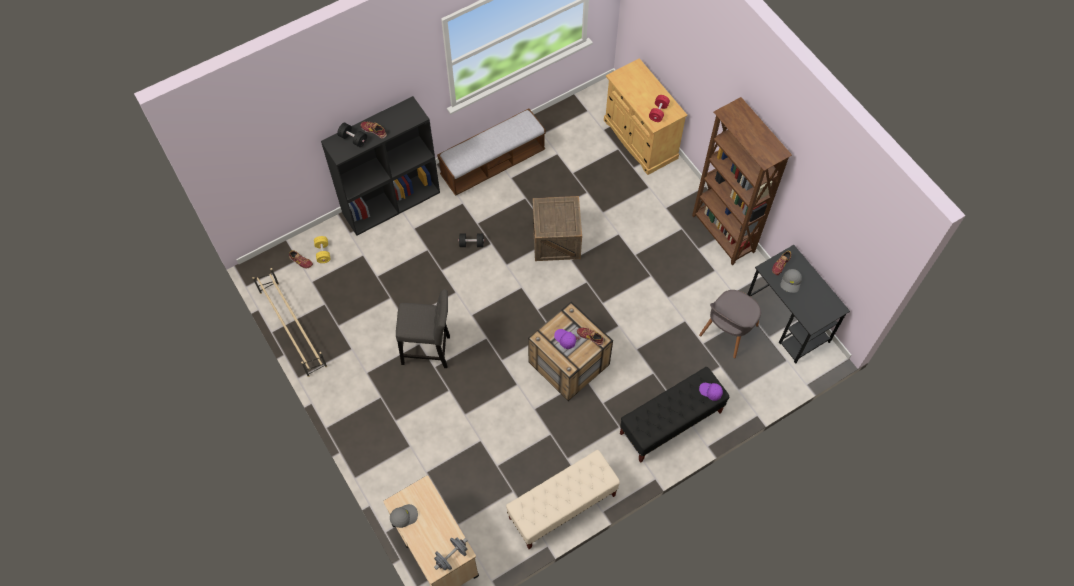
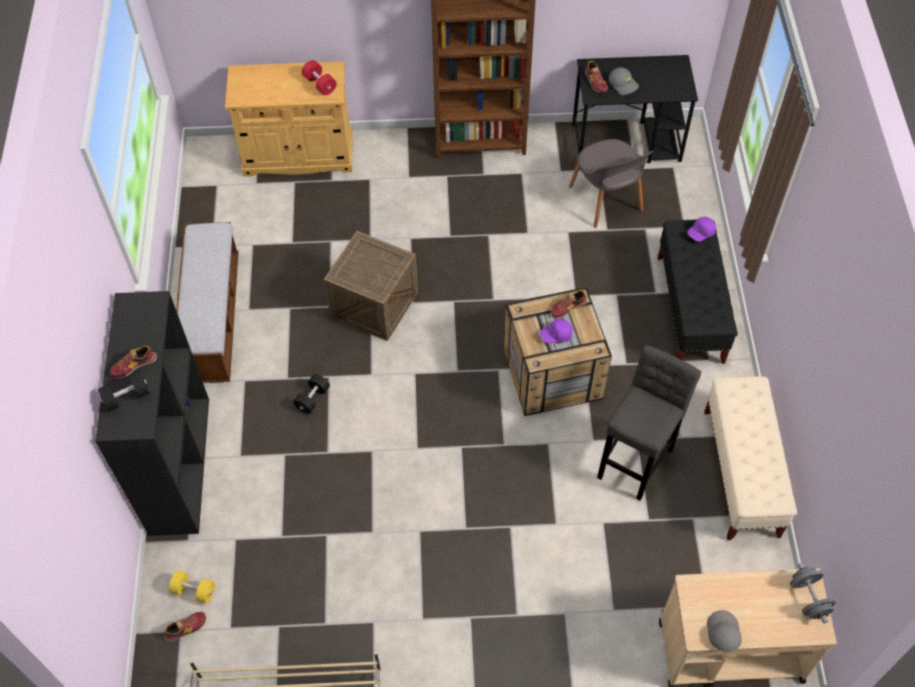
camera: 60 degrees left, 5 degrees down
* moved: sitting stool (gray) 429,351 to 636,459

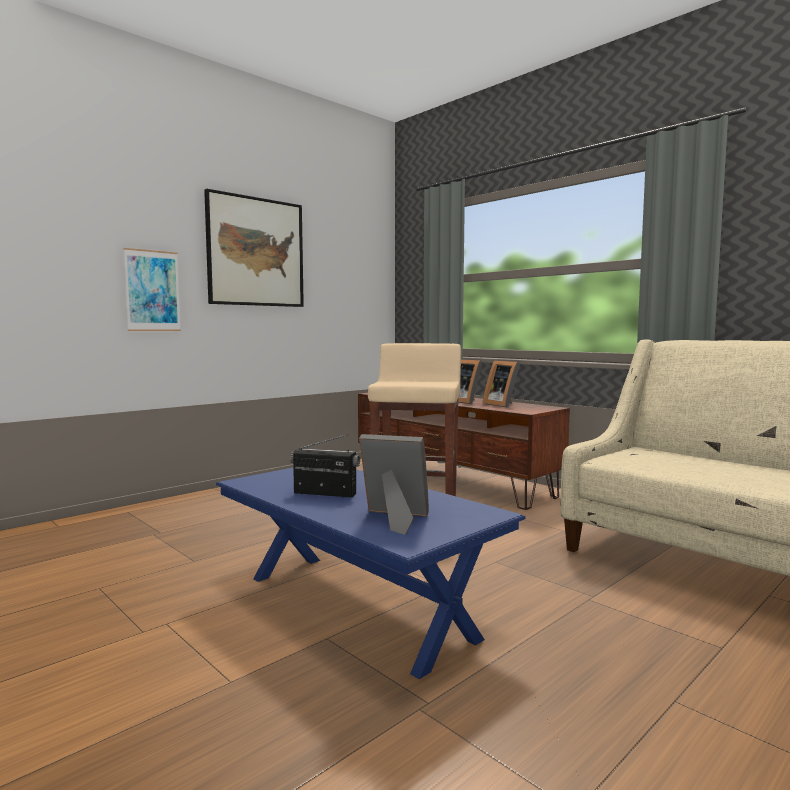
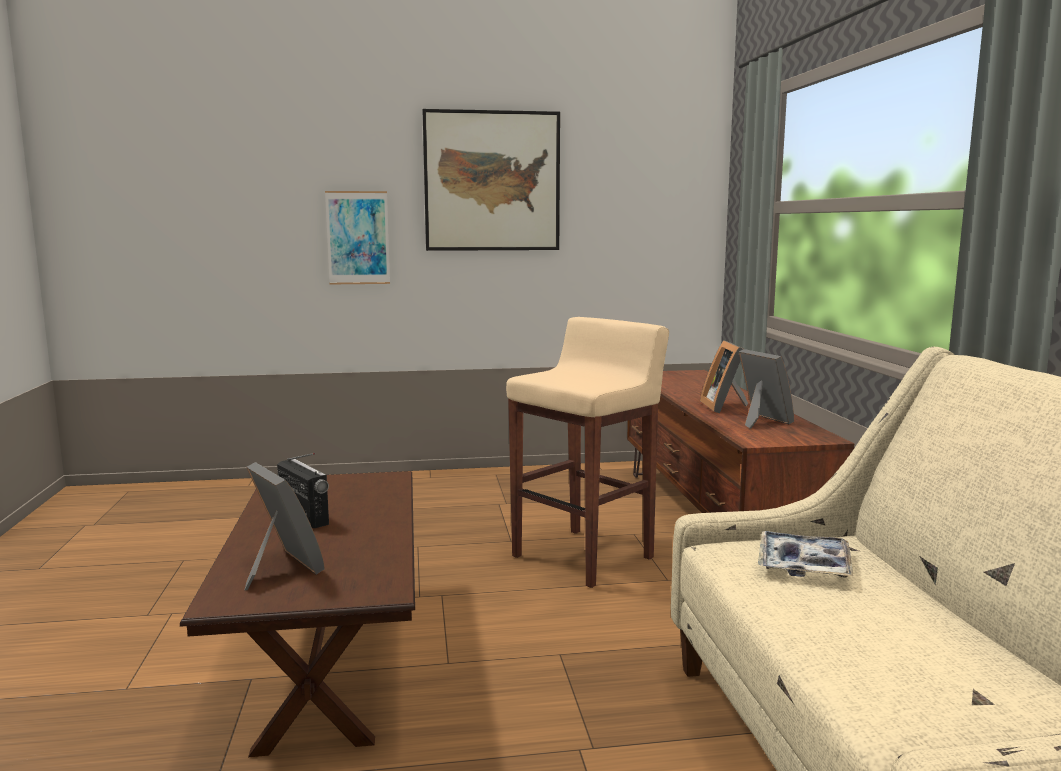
camera: 35 degrees right, 5 degrees up
* turned: standing frame 502,405 = 760,421 150 degrees clockwise
* recoloured: coffee table (blue-coloured) 355,606 to coffee table (brown) 328,654
* added: serving tray 803,564

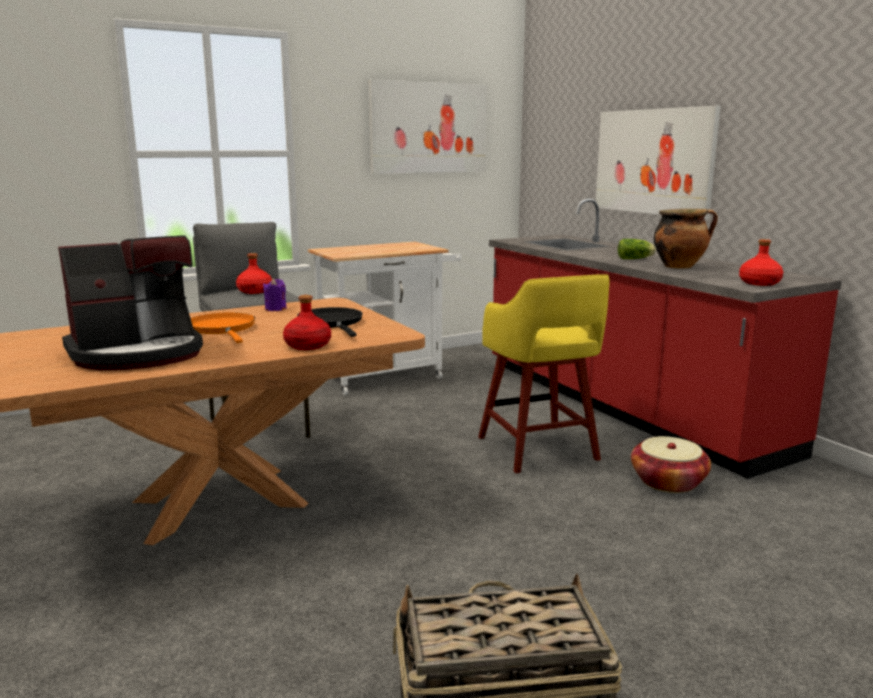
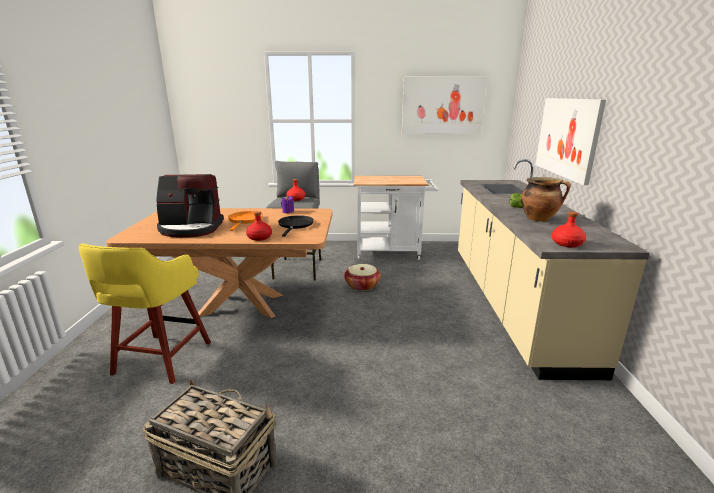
camera: 30 degrees right, 5 degrees up
* recoloured: kitchen counter (red) 623,406 to kitchen counter (beige) 512,303
* moved: sitting stool (yellowish) 538,450 to 161,359
* moved: basket 668,482 to 362,285

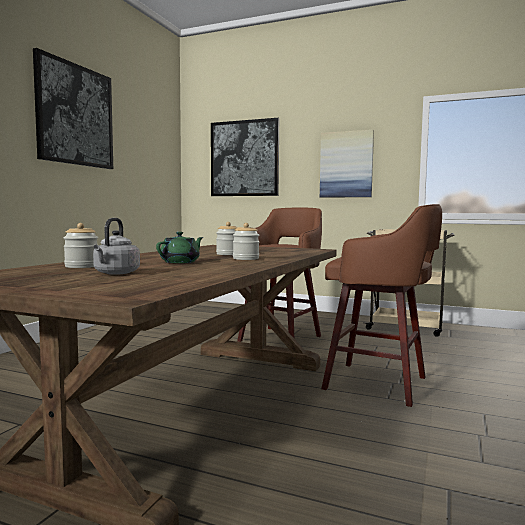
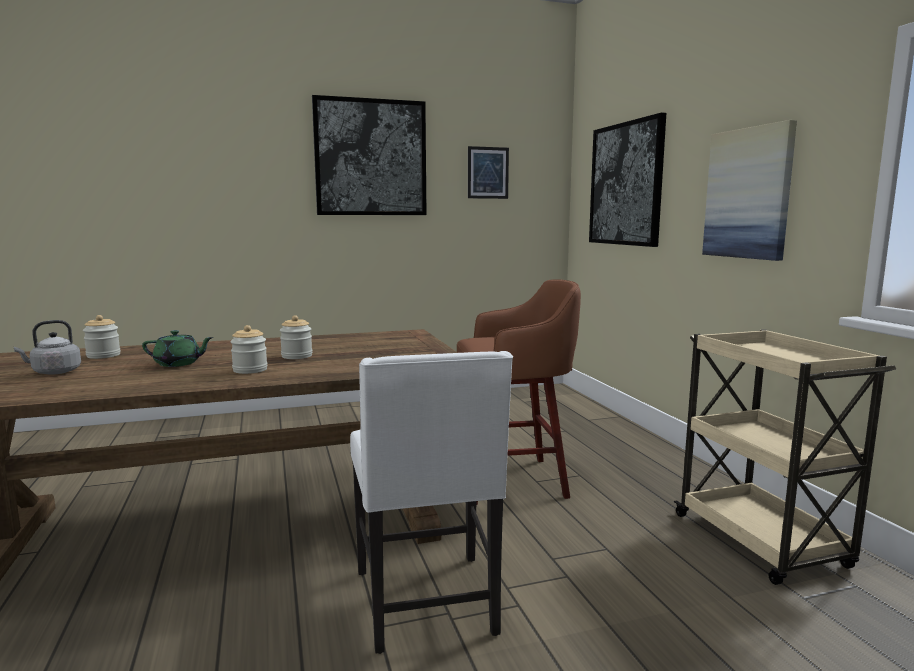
camera: 50 degrees right, 5 degrees up
* replaced: sitting stool (brown) 379,384 to upright chair (white-coloured) 428,603
* added: picture 488,173

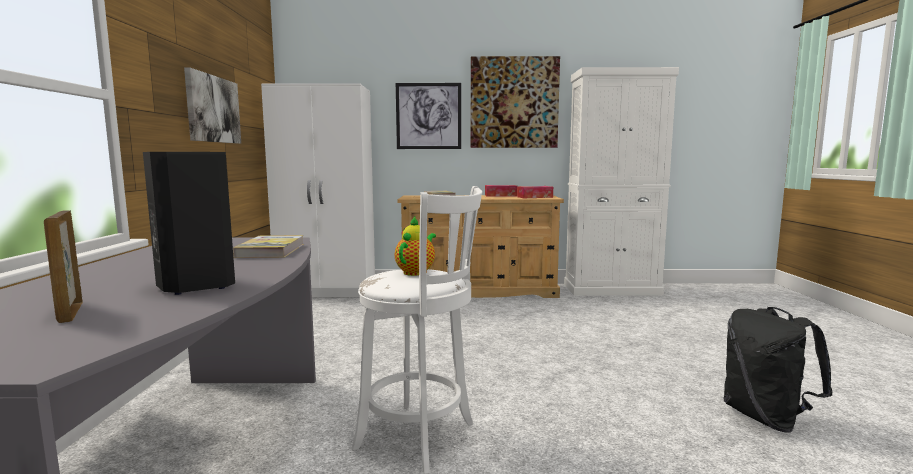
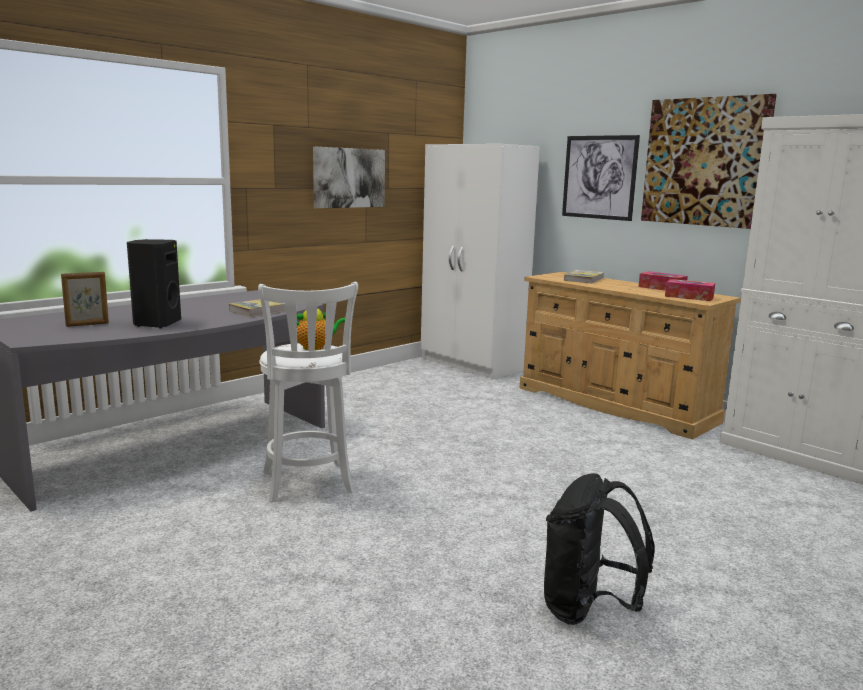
camera: 45 degrees right, 5 degrees up
* turned: standing frame 70,312 = 87,324 135 degrees counterclockwise

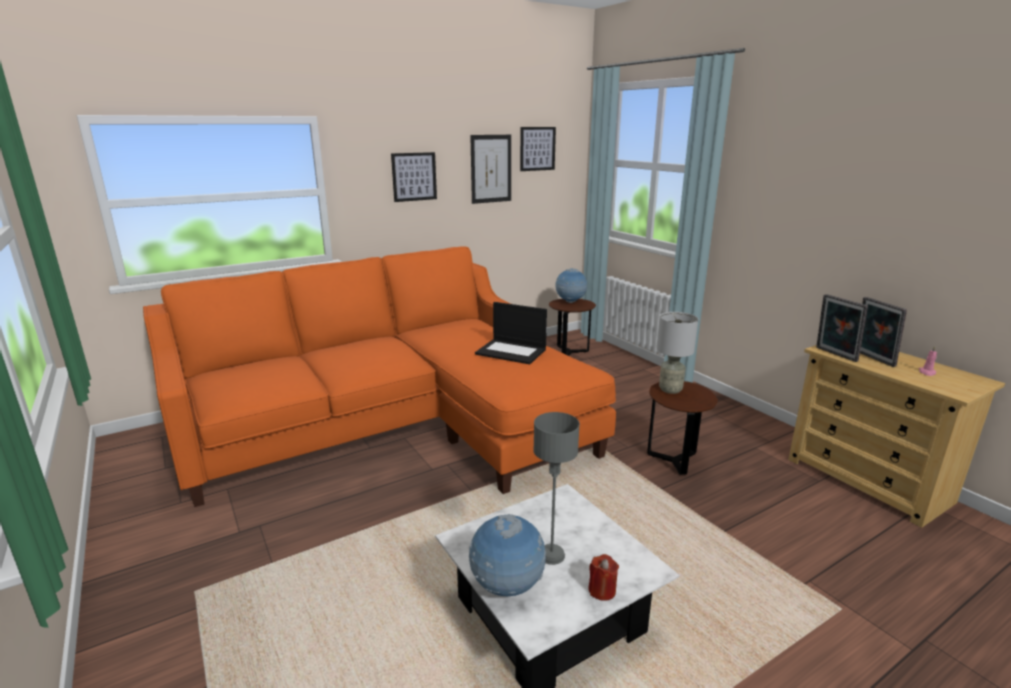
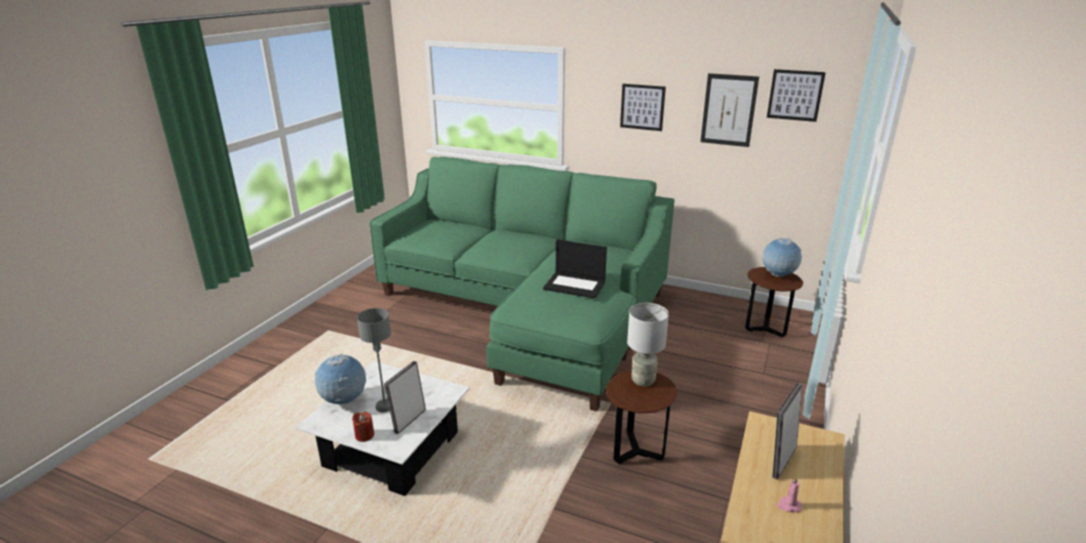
camera: 55 degrees right, 5 degrees up
* recoloured: settee (orange-coloured) 395,426 to settee (greenish) 529,309
* moved: standing frame 834,354 to 408,420
* turned: portable computer 512,351 = 575,285 60 degrees counterclockwise

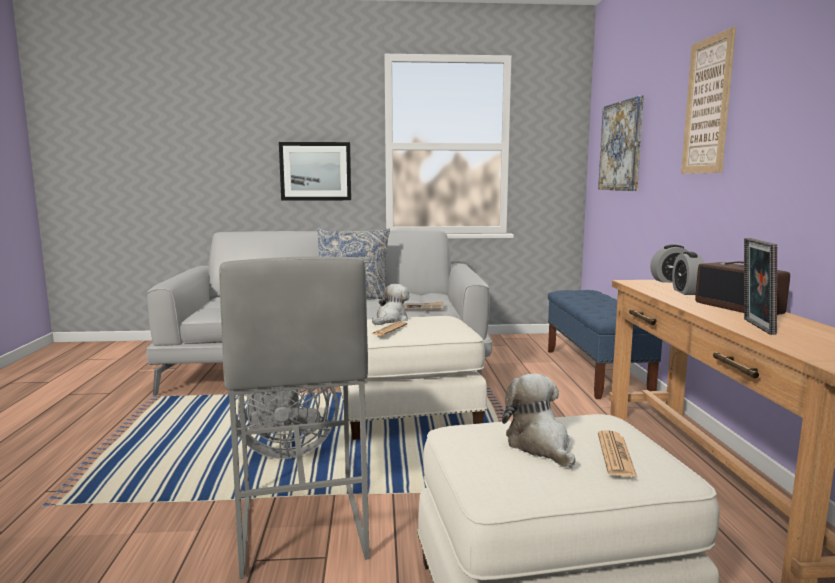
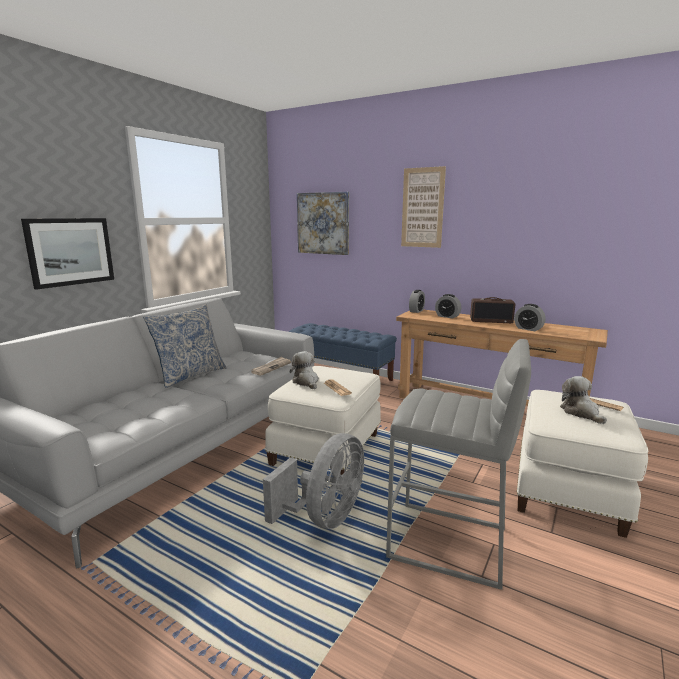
camera: 55 degrees left, 5 degrees up
* replaced: standing frame 754,326 to bedside clock 528,329
* turned: plush toy 539,445 = 581,413 60 degrees clockwise

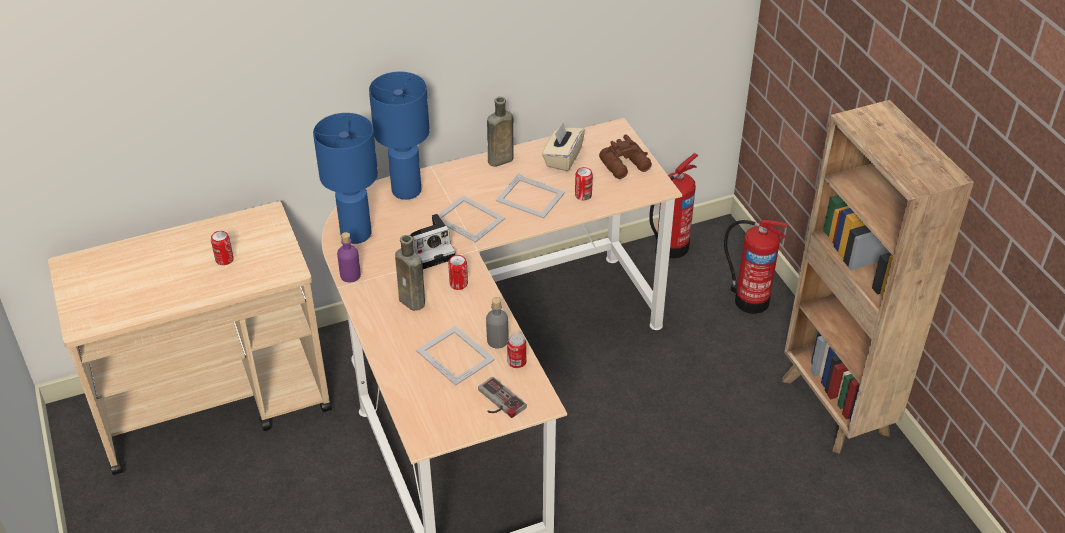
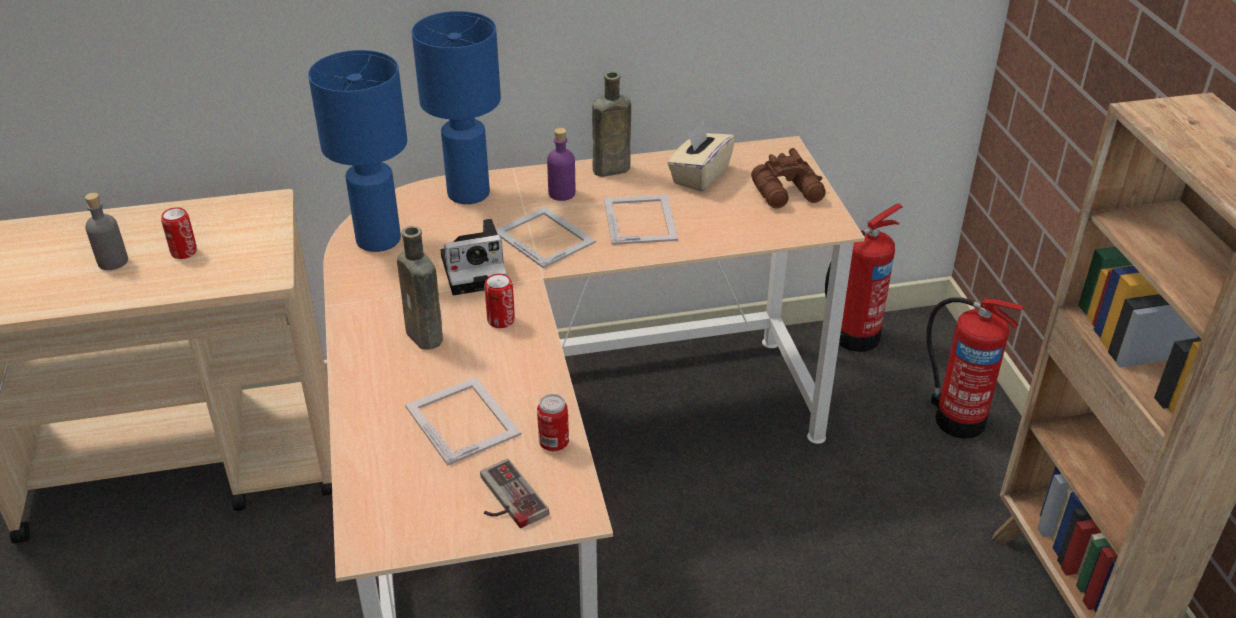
camera: 10 degrees right, 5 degrees down
* removed: sealed can 583,195
* turned: standing frame 530,197 = 640,219 135 degrees counterclockwise
* moved: bottle (purplish) 350,275 to 562,193
* moved: bottle (gray) 497,340 to 112,261

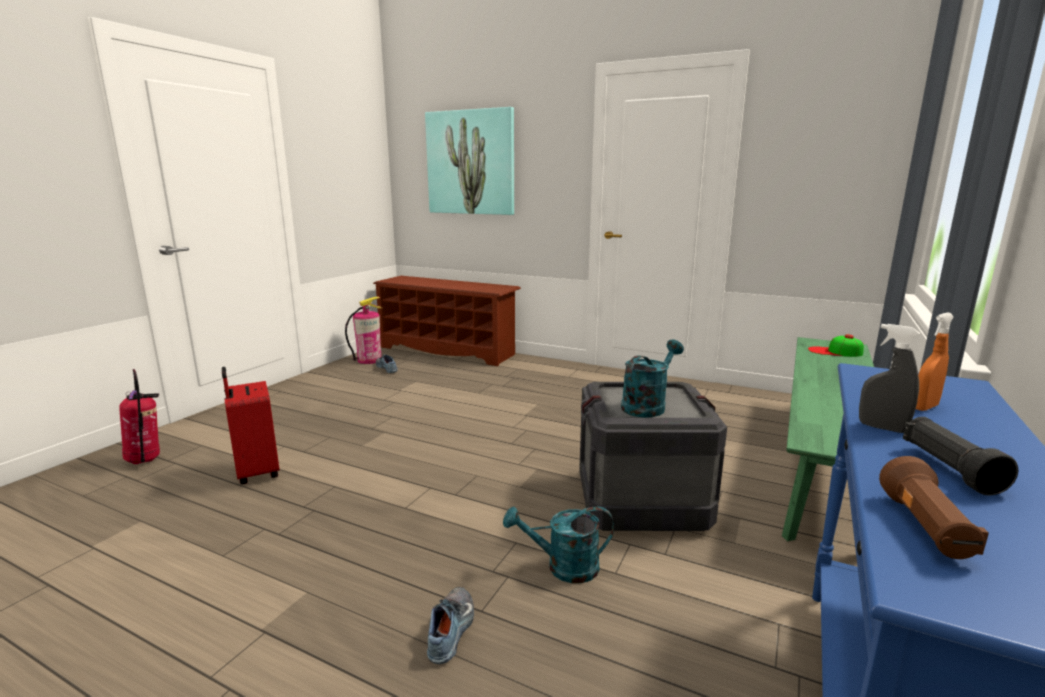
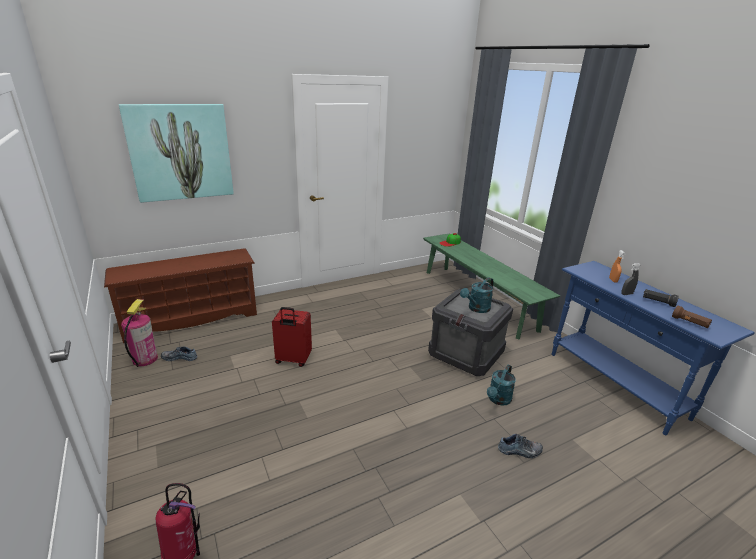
camera: 55 degrees left, 10 degrees up
* turned: sprinkling can (turquoise) 647,405 = 476,309 120 degrees counterclockwise
* moved: suitcase (red) 256,472 to 293,360
* turned: shoe 452,630 = 520,451 135 degrees clockwise

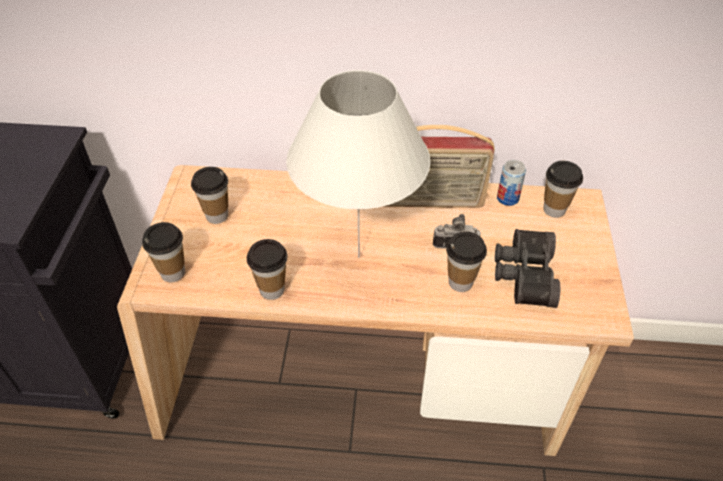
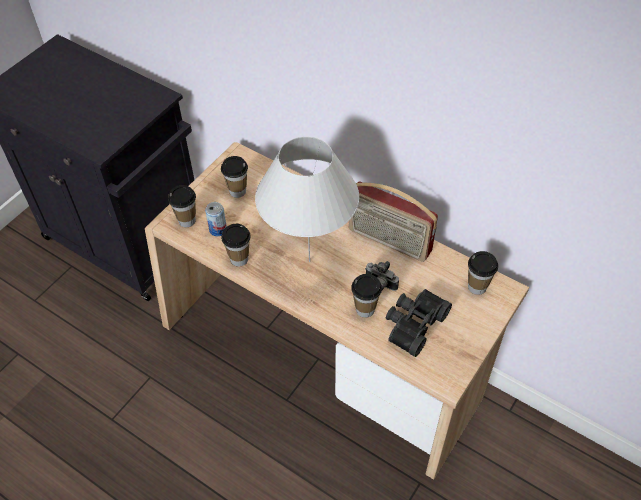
camera: 30 degrees right, 5 degrees up
* moved: sealed can 507,198 to 218,230

